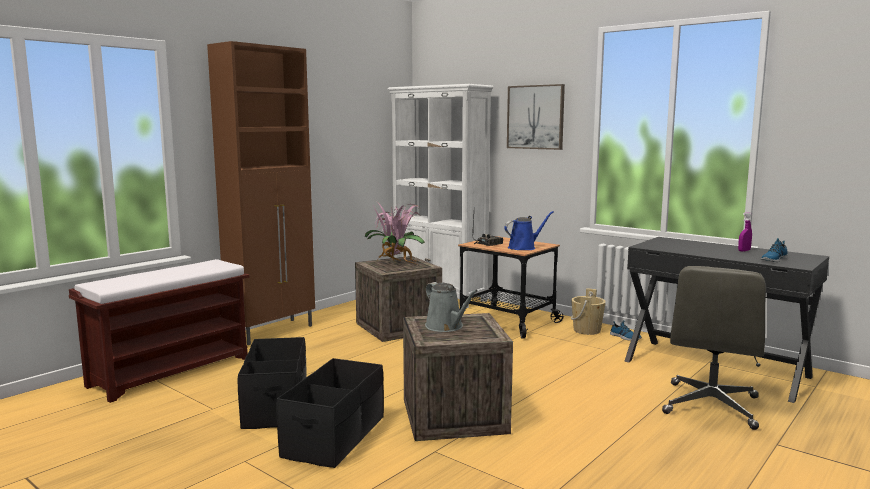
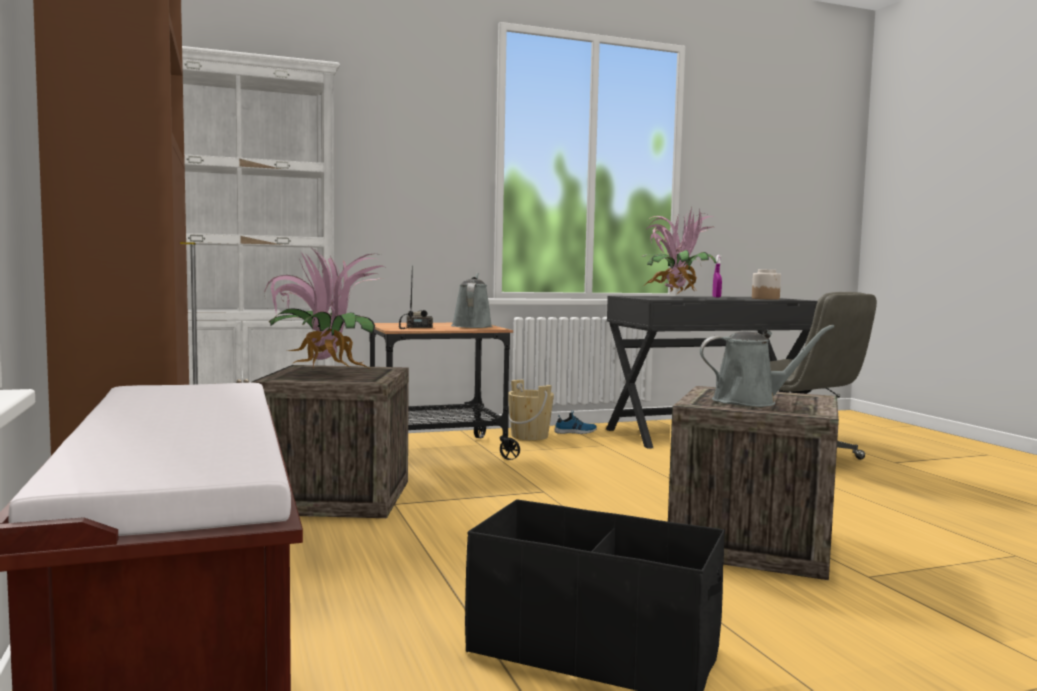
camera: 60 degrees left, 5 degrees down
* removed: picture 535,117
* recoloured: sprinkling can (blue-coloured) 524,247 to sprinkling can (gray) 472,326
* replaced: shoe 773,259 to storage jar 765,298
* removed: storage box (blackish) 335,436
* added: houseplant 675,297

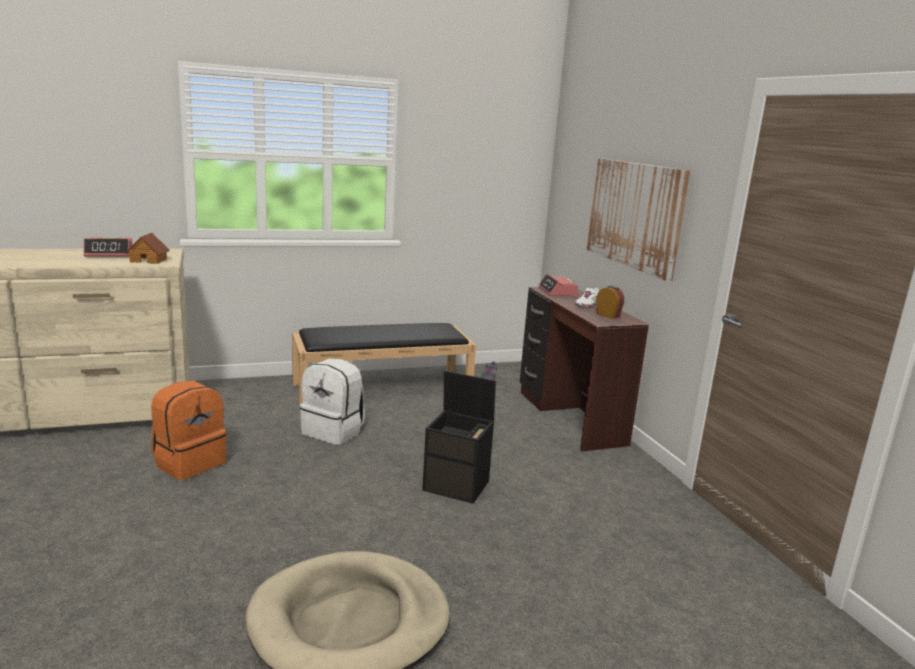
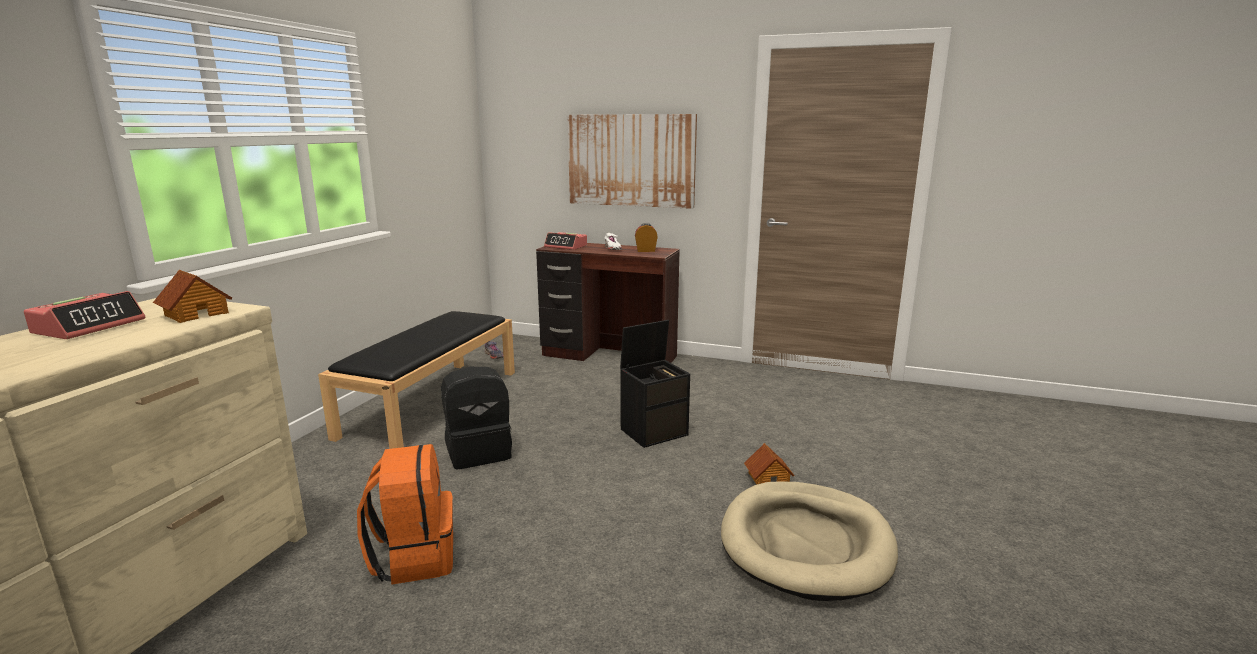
camera: 50 degrees left, 0 degrees up
* recoloured: backpack (white-coloured) 334,431 to backpack (blackish) 479,452
* added: toy house 768,478

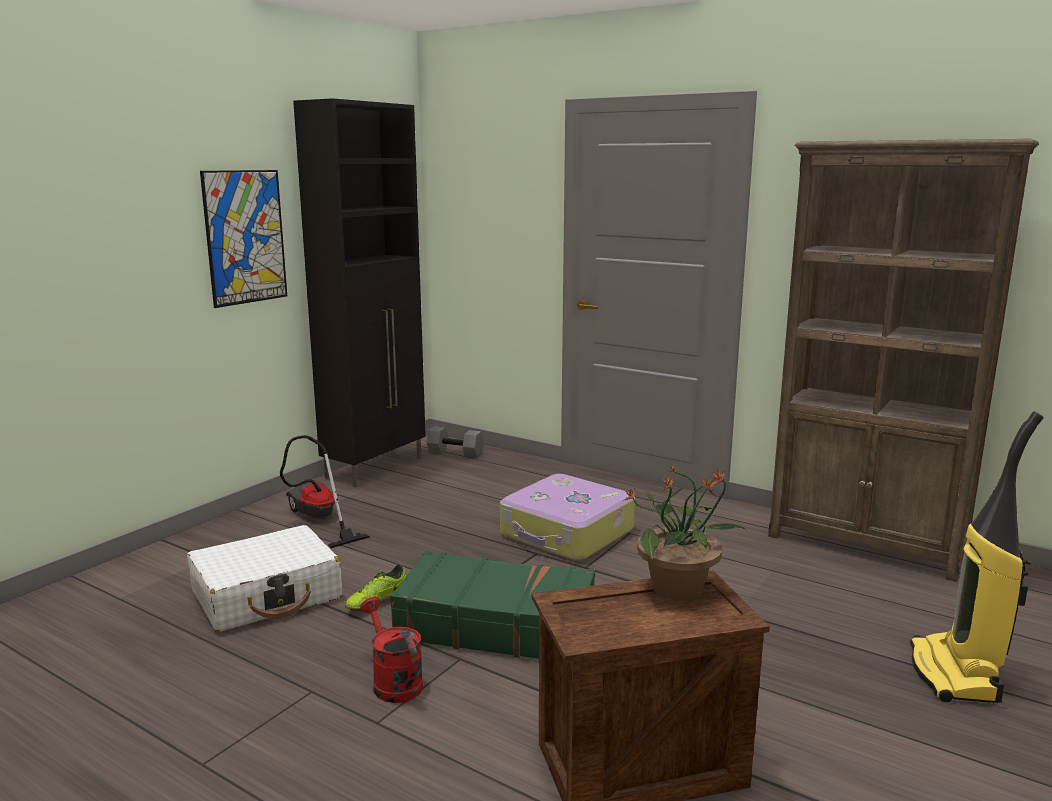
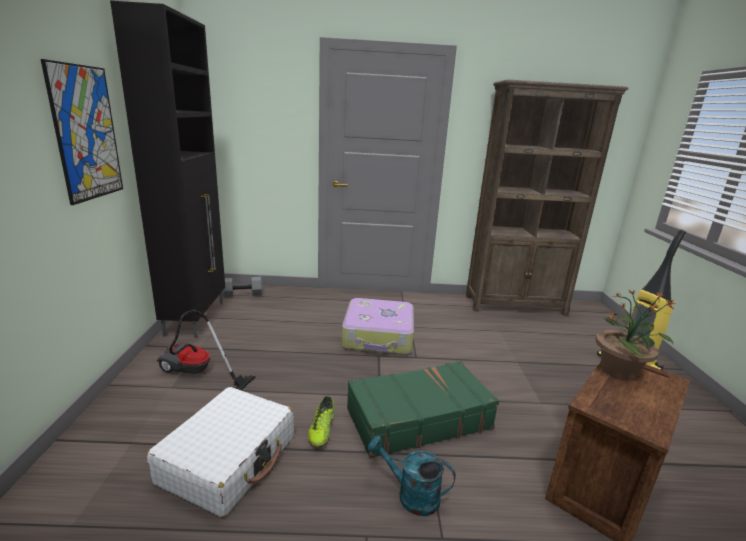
camera: 35 degrees left, 5 degrees up
* recoloured: sprinkling can (red) 393,681 to sprinkling can (turquoise) 411,495

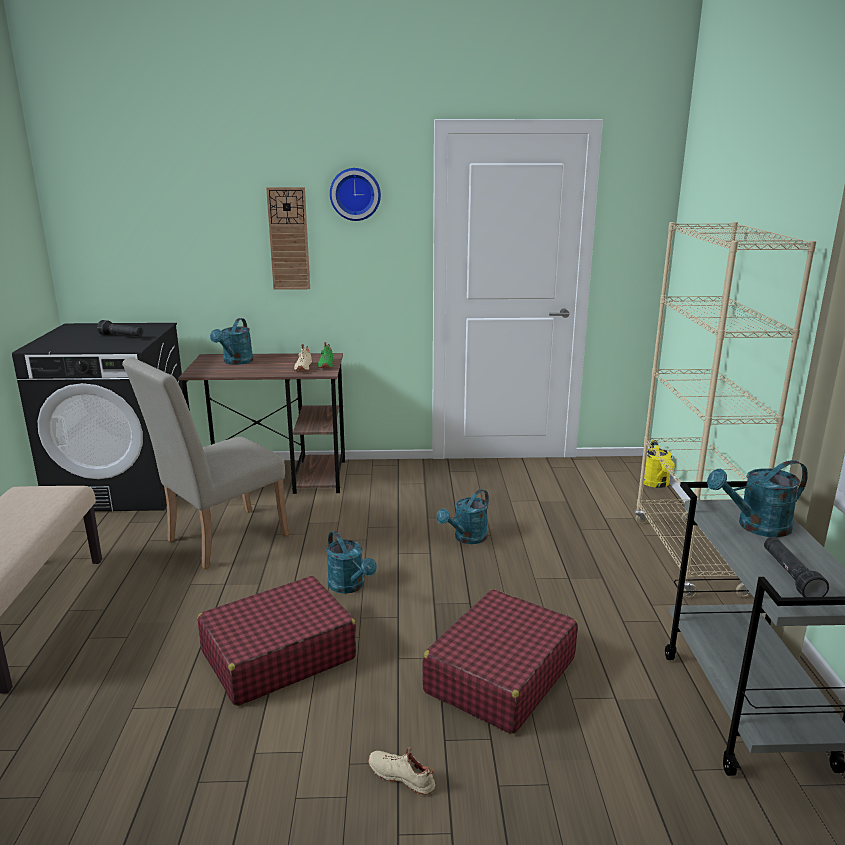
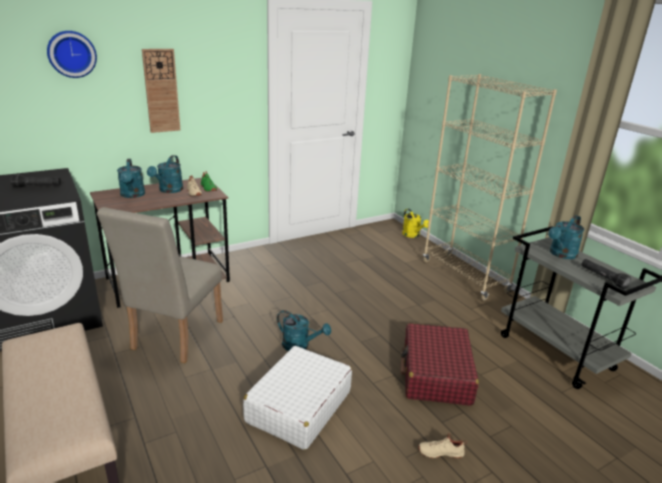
camera: 30 degrees left, 5 degrees up
* moved: wall clock 355,194 to 71,54
* moved: sprinkling can (turquoise) 466,538 to 169,190
* recoloured: suitcase (red) 277,655 to suitcase (white-coloured) 298,406

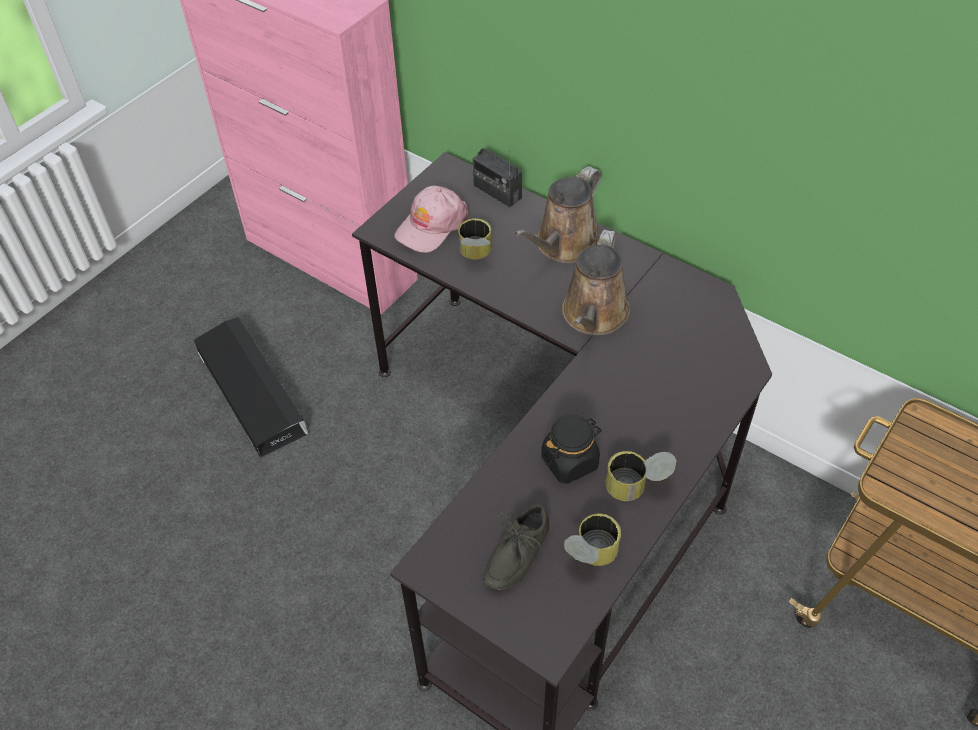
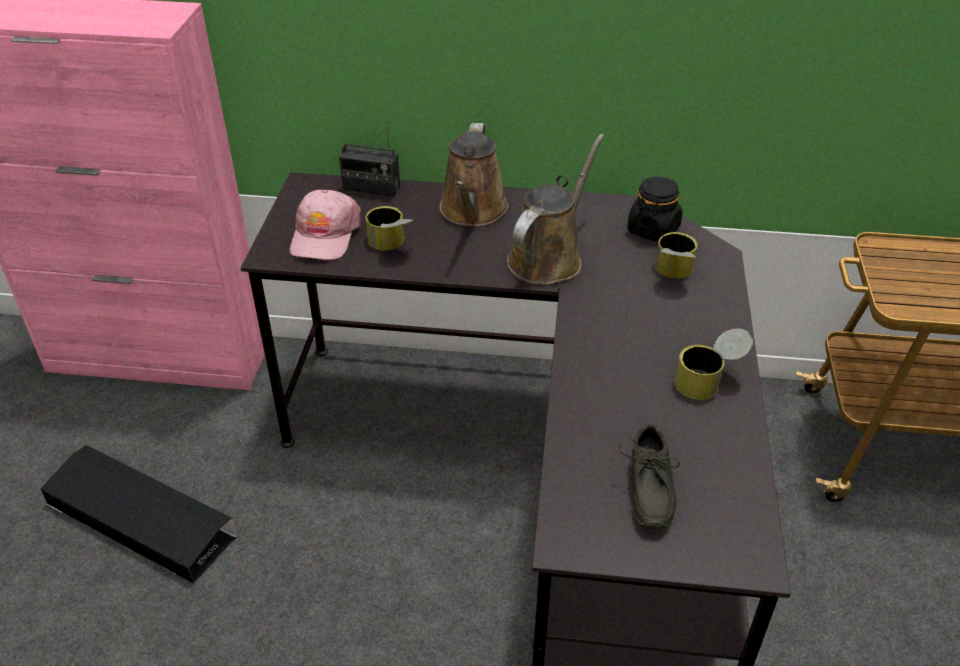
camera: 30 degrees left, 10 degrees down
* turned: sprinkling can (brown) 594,316 = 548,258 135 degrees counterclockwise
* moved: storage jar (blackish) 570,461 to 653,229
* moved: sealed can 589,556 to 673,274

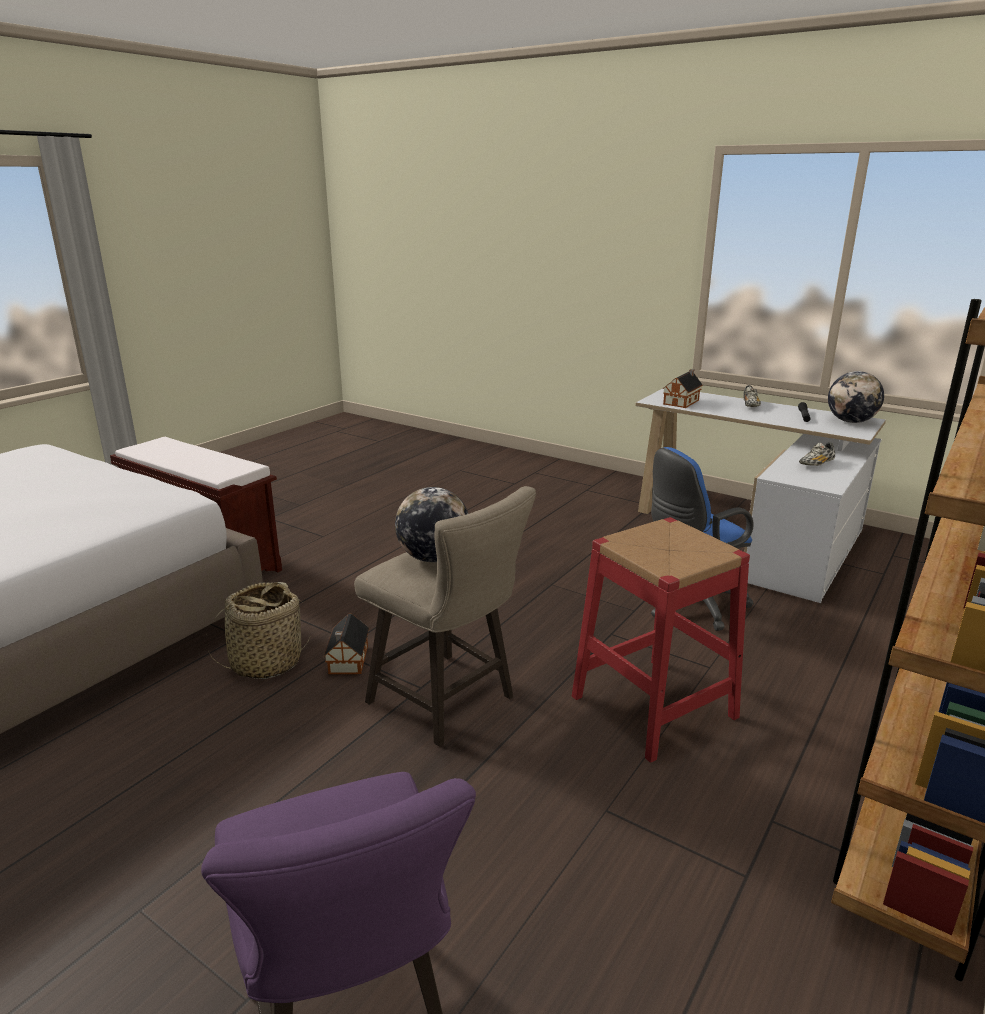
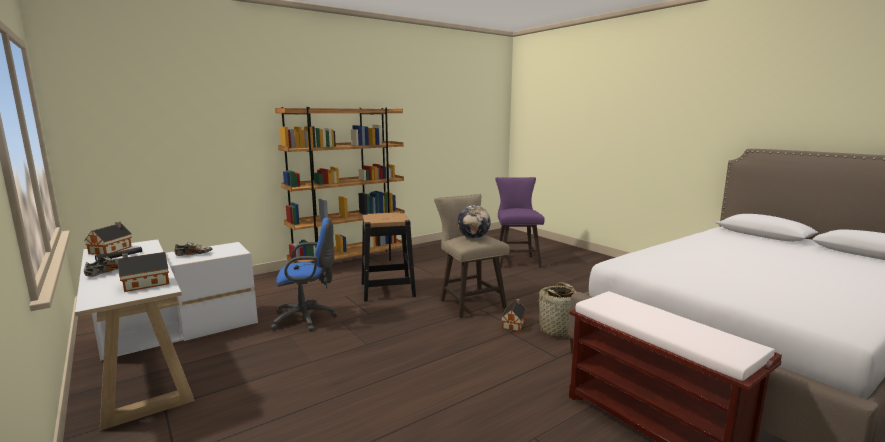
camera: 160 degrees left, 10 degrees down
* replaced: world globe 851,421 to toy house 112,250
* recoloured: sitting stool (red) 653,706 to sitting stool (blackish) 387,290

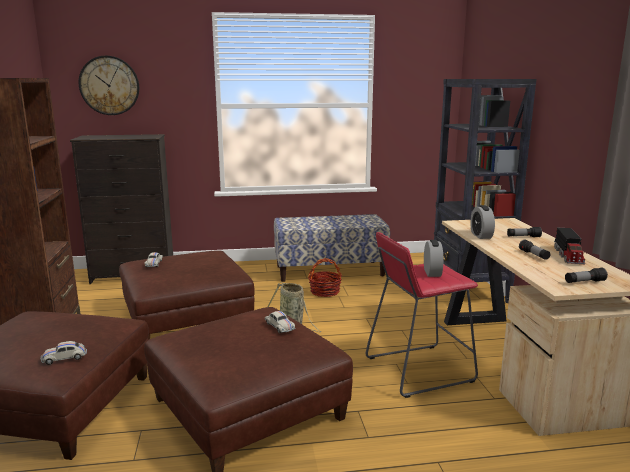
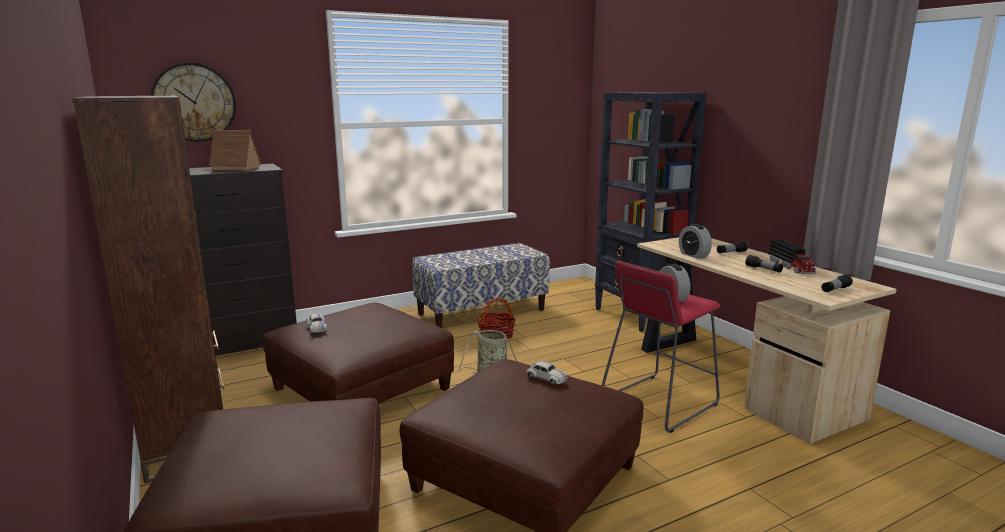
camera: 20 degrees left, 0 degrees up
* removed: model car (white-coloured) 64,358
* added: toy house 233,168

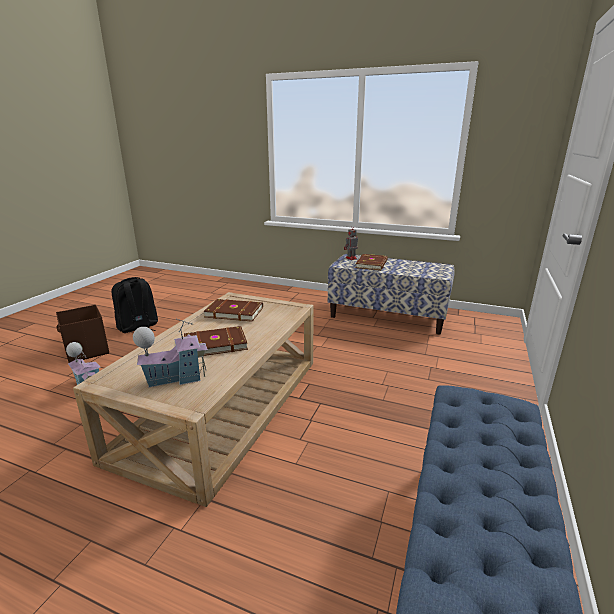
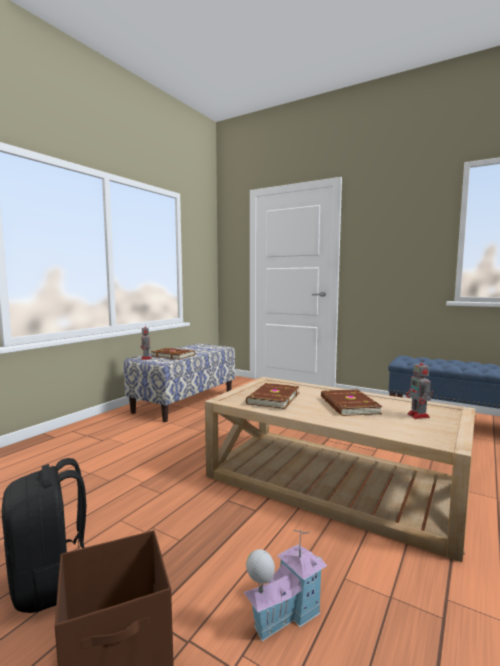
camera: 80 degrees left, 15 degrees down
* replaced: toy house 176,378 to model robot 419,416

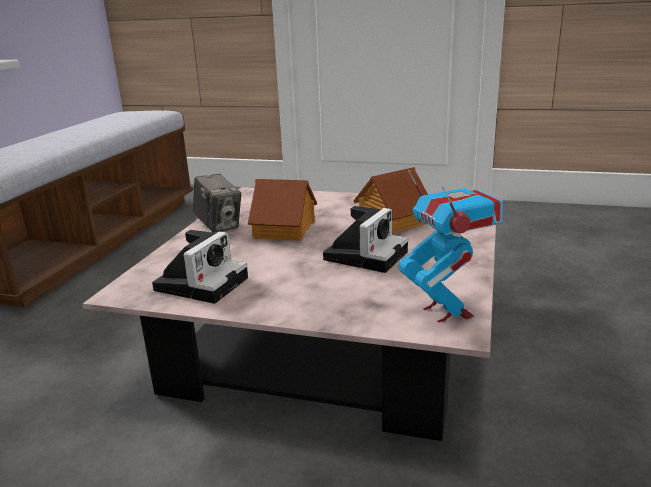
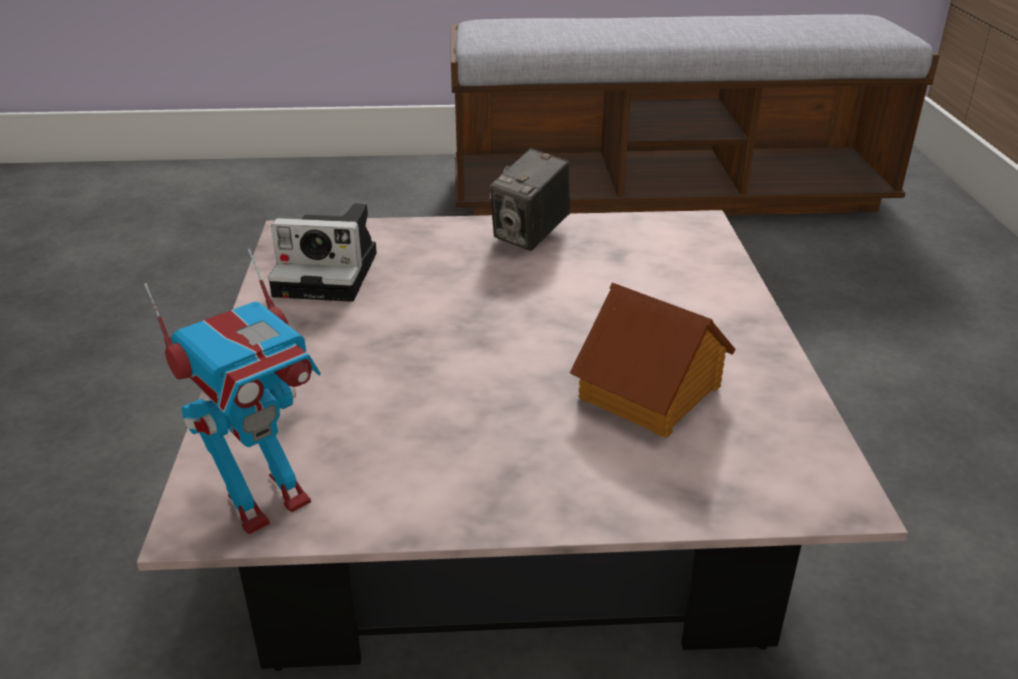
camera: 70 degrees right, 10 degrees up
* removed: toy house 285,229
* removed: photo camera 366,254

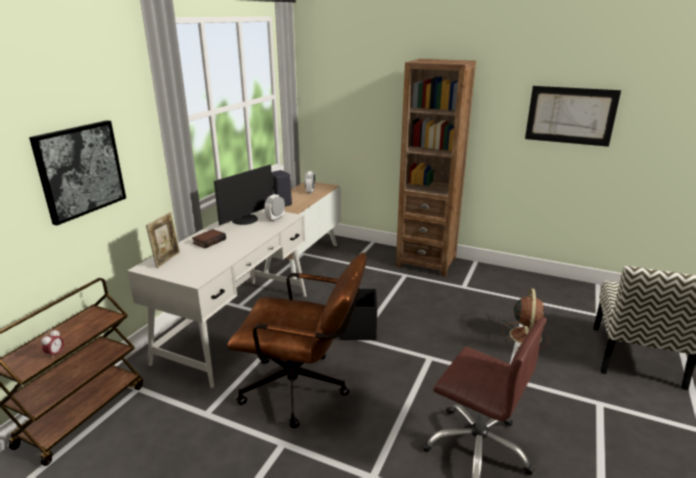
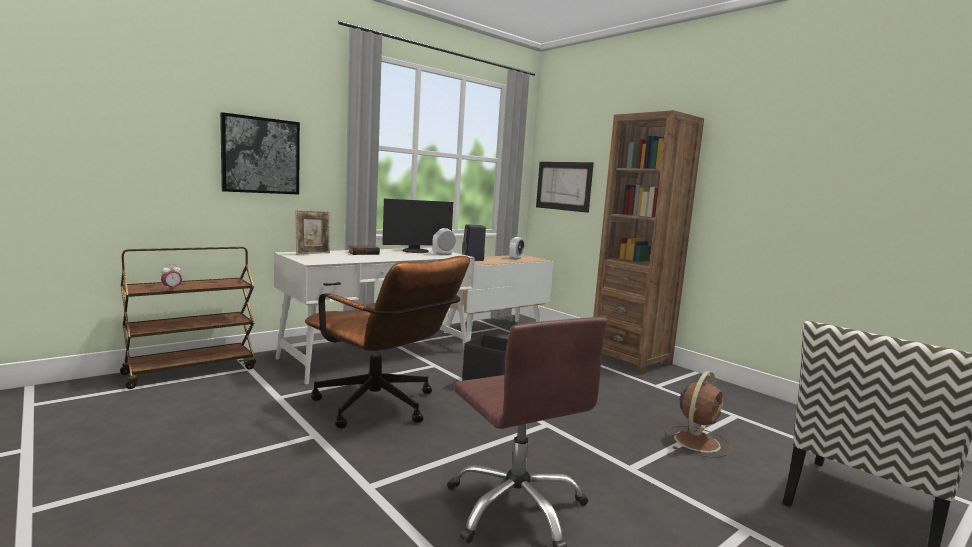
camera: 25 degrees right, 15 degrees down
* moved: picture 570,115 to 563,186

